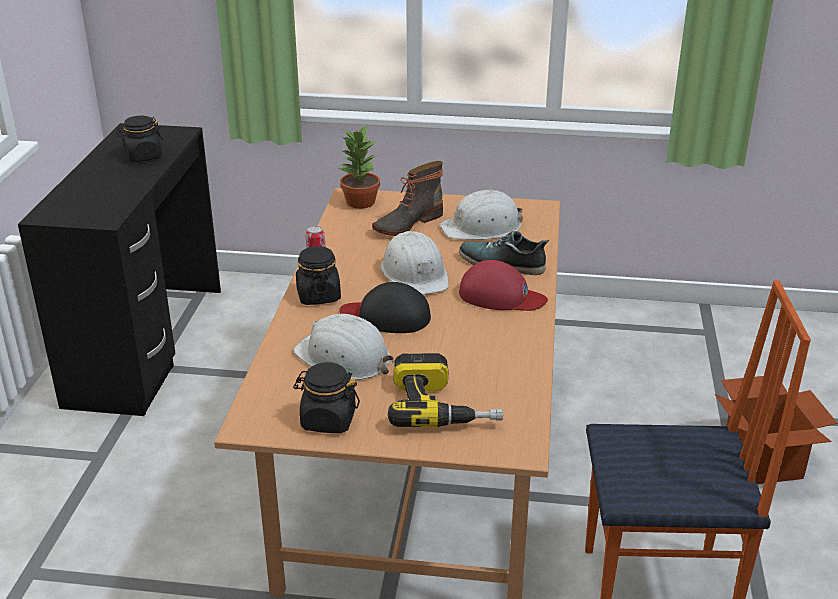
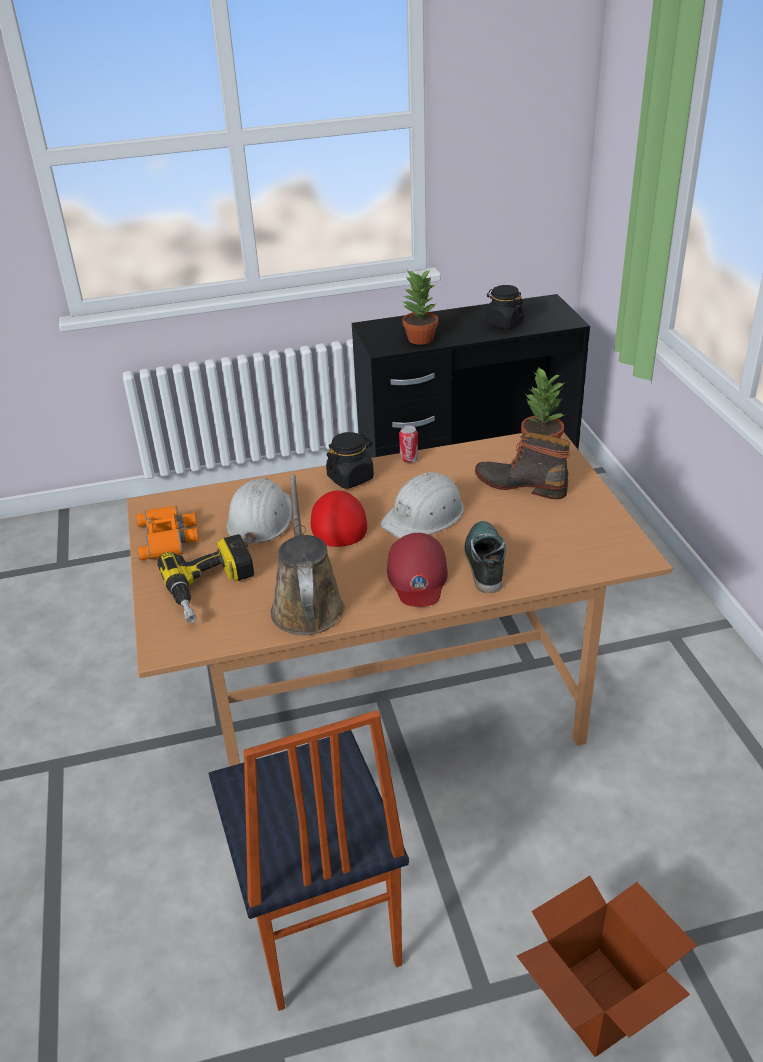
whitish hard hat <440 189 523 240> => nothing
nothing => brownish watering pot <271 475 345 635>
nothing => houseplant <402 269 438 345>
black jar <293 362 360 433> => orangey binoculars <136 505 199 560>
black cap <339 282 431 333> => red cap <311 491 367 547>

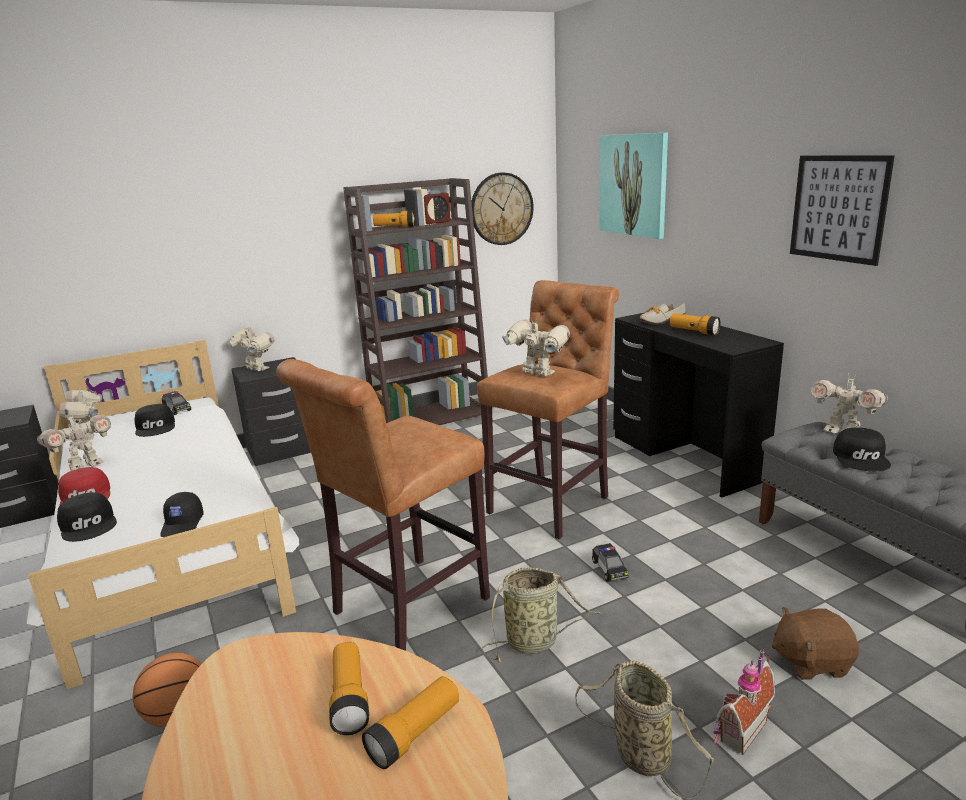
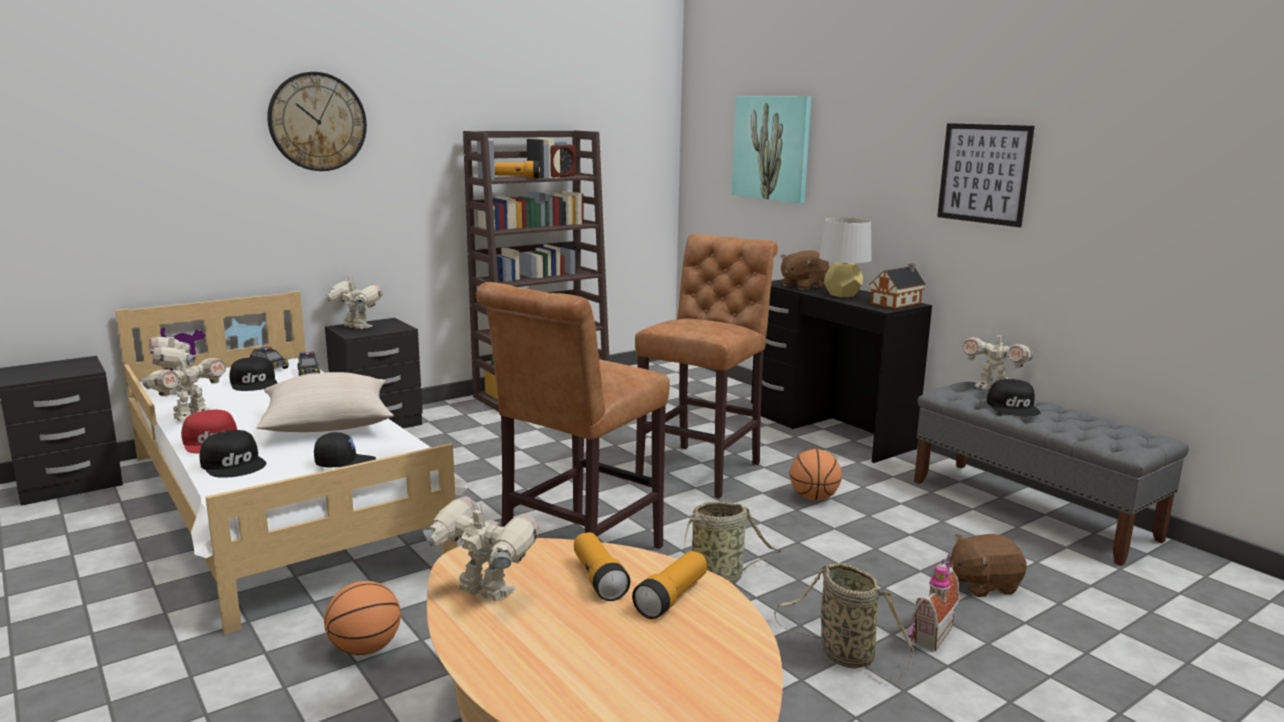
nothing => beige pillow <256 372 394 432>
nothing => basketball <789 449 842 501>
nothing => miniature house <869 264 926 309>
wall clock <472 173 534 245> => wall clock <267 72 367 171>, shifted
robot figure <502 318 570 376> => robot figure <423 496 540 601>, shifted
miniature car <592 543 629 582> => miniature car <298 352 320 376>, shifted
low shoe <639 303 686 324> => brownish soft toy <781 250 829 290>
hand torch <670 313 721 335> => greyish lamp for a table <819 218 871 297>
black cap <160 492 204 537> => black cap <314 432 376 467>, 90 degrees counterclockwise

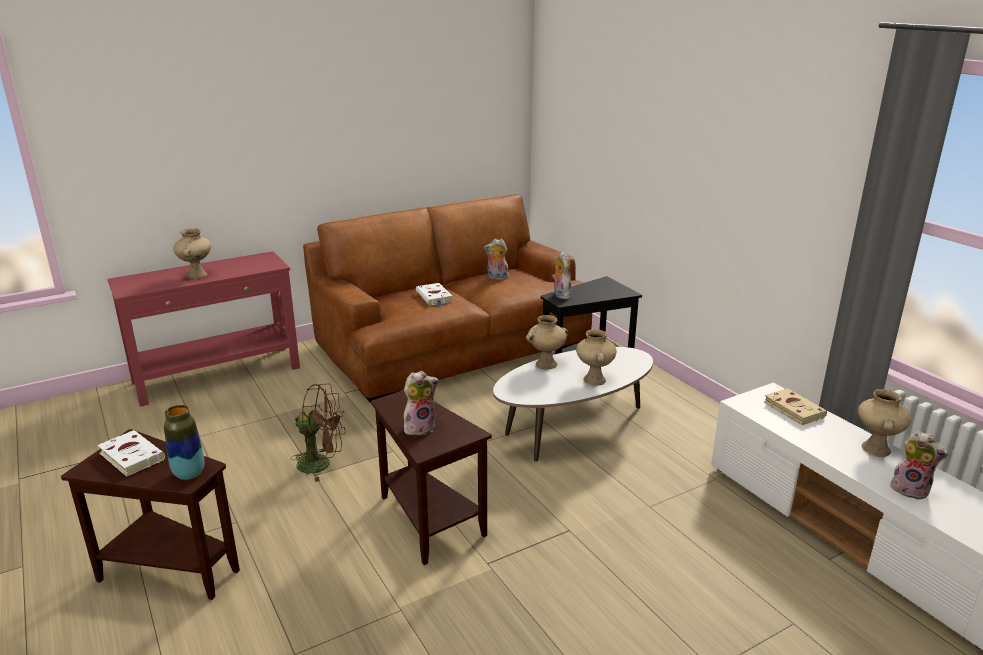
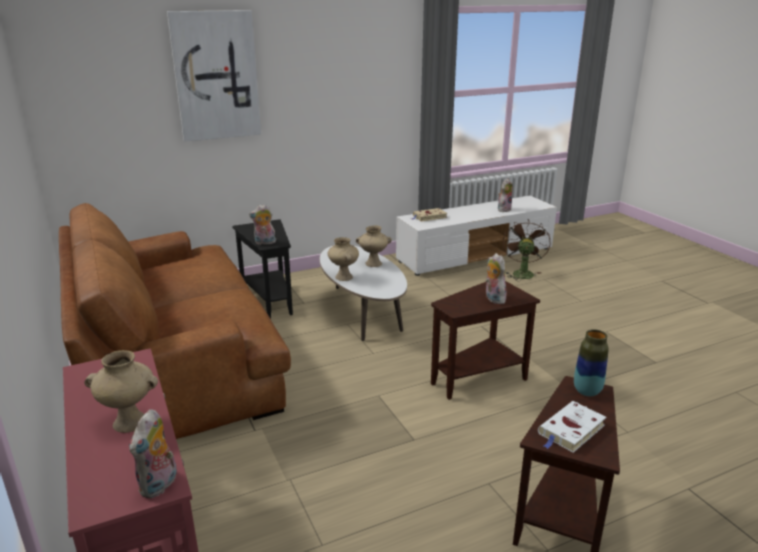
whitish bound book <416 283 453 307> => nothing
beige decorative vase <858 389 911 457> => nothing
nothing => wall art <167 10 261 142>
brownish fan <290 384 345 482> => brownish fan <503 219 550 280>, shifted
soft toy <484 239 509 280> => soft toy <129 409 177 498>, shifted

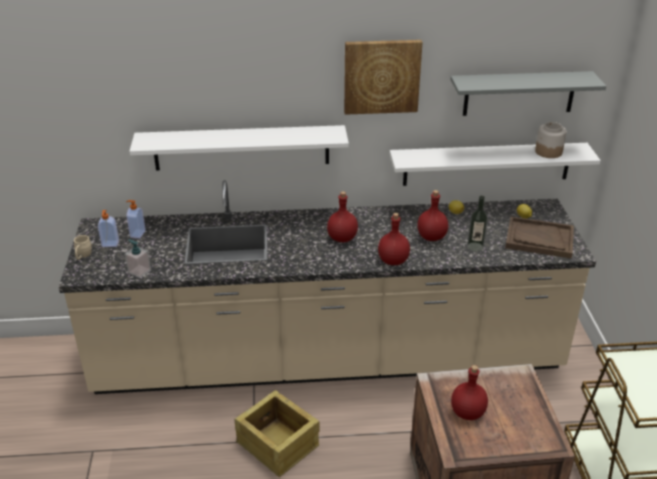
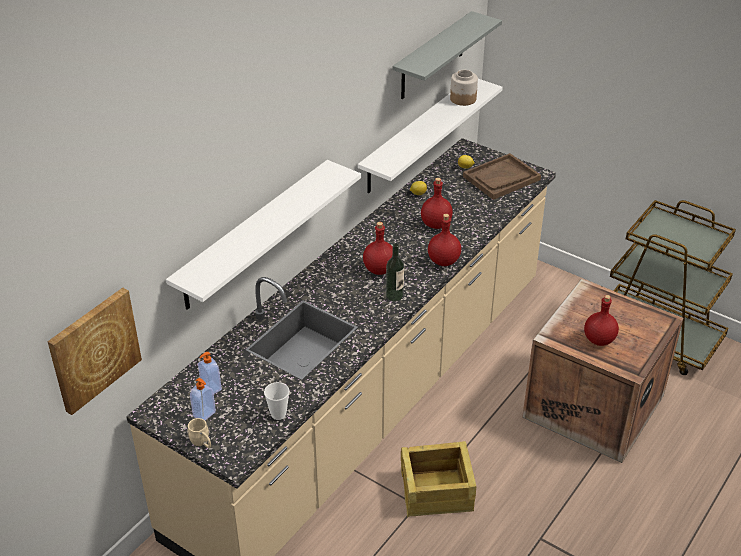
wall art <344 40 423 115> => wall art <48 288 142 415>, shifted
drink bottle <467 196 488 252> => drink bottle <386 243 404 301>, shifted
liquid soap bottle <125 239 151 278> => small cup <264 382 289 420>

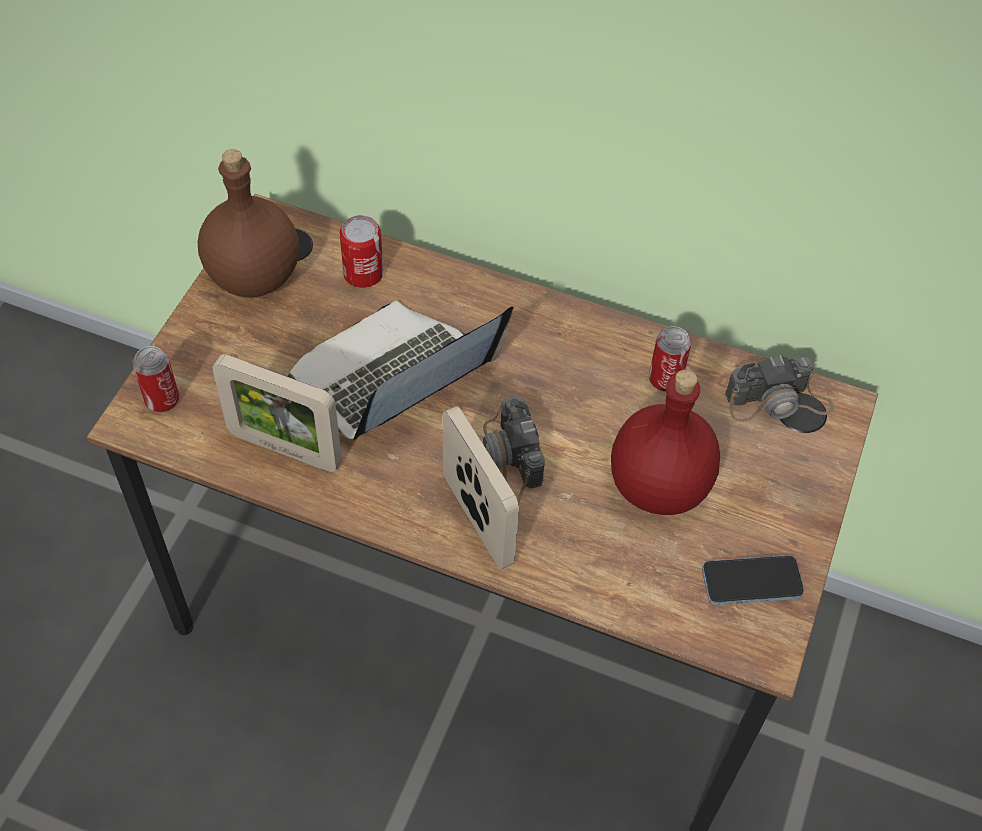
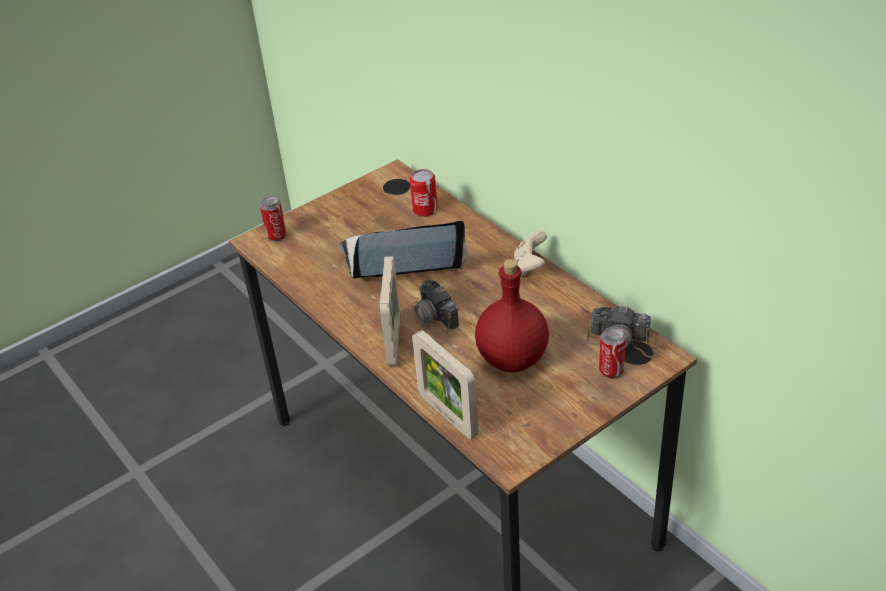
brownish drink bottle <198 149 299 298> => nothing
telephone <702 555 804 605> => nothing
nothing => beige joypad <514 231 547 277>
picture frame <212 354 342 472> => picture frame <412 330 479 439>, shifted
sealed can <649 326 691 392> => sealed can <599 327 626 378>, shifted
photo camera <483 396 545 504> => photo camera <411 279 459 344>, 45 degrees counterclockwise

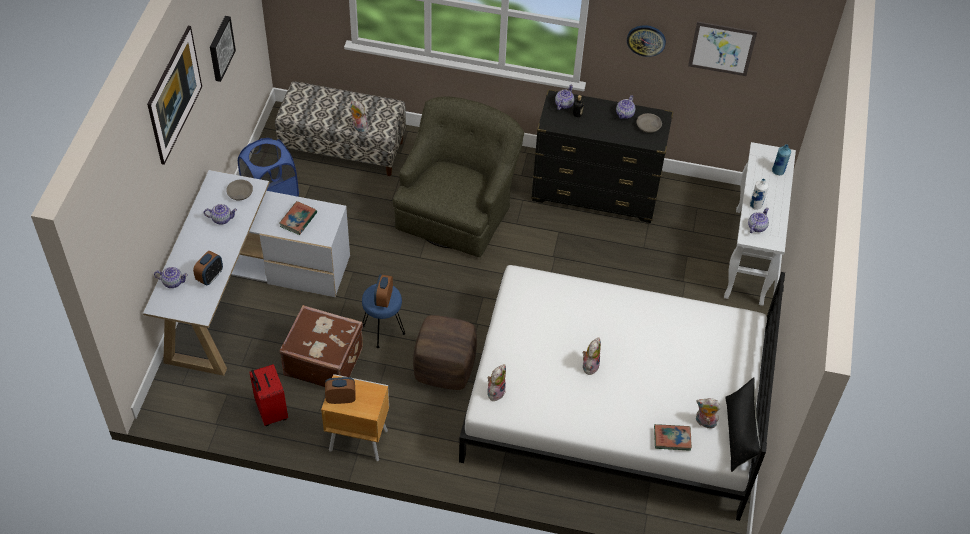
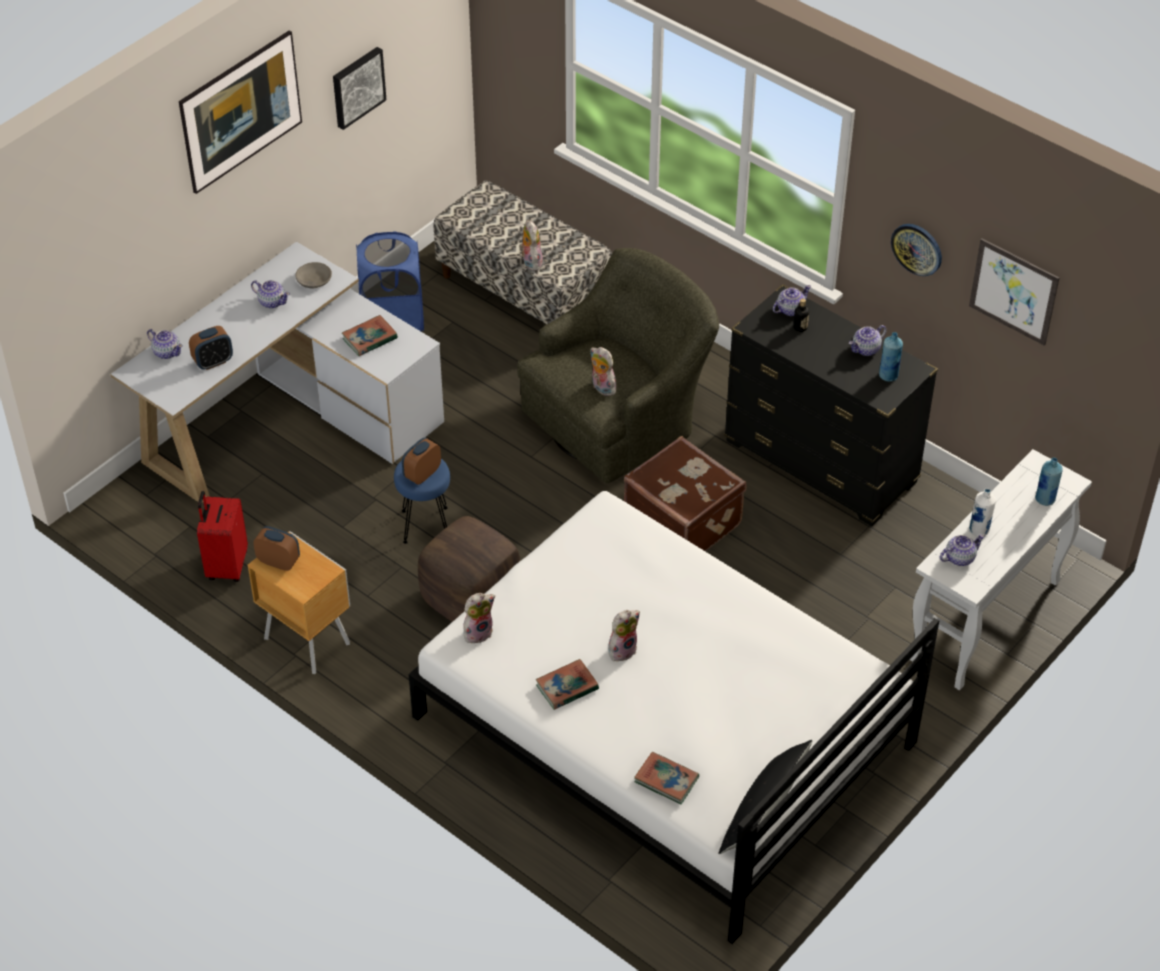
nothing => bound book <536 659 599 710>
brownish travel case <279 305 363 387> => brownish travel case <624 436 746 551>, shifted
soft toy <696 398 721 428> => soft toy <590 347 616 396>, shifted
greyish deep dish <636 113 662 133> => bluish drink bottle <879 332 903 382>

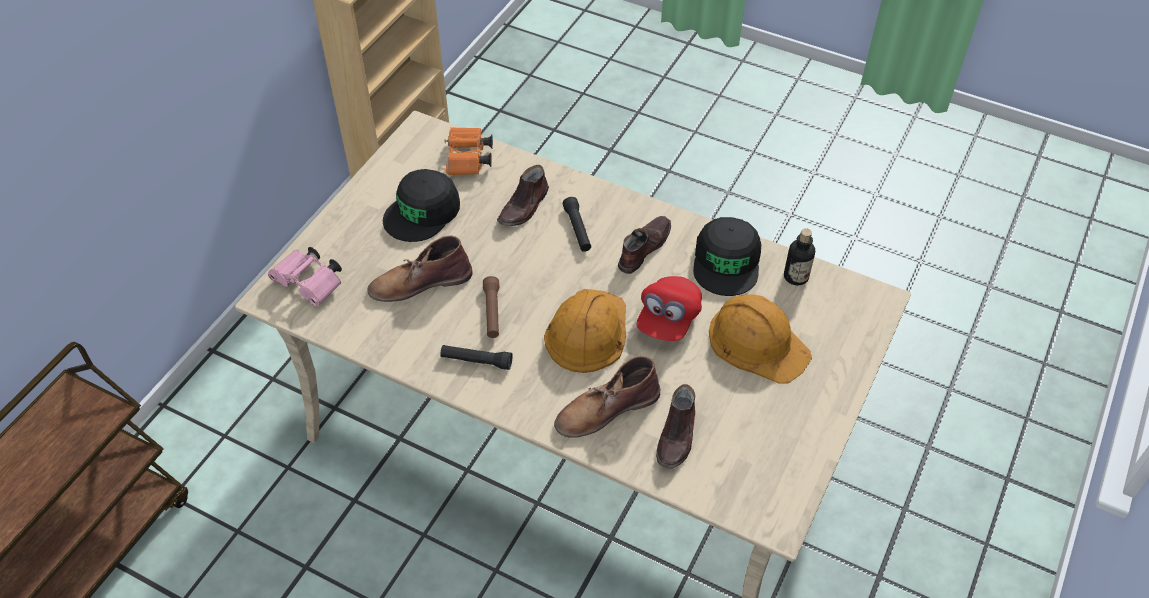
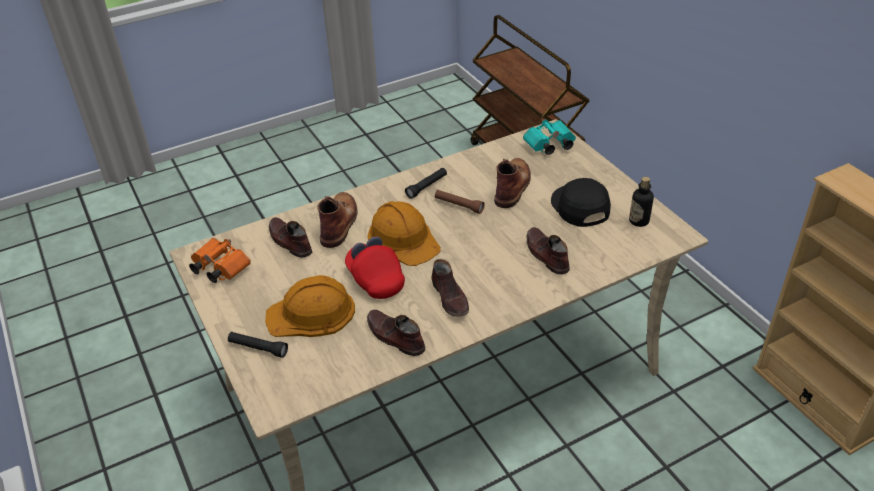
orangey binoculars <445 127 493 175> => orangey binoculars <189 238 251 283>, shifted
black hand torch <563 197 591 252> => black hand torch <228 332 288 358>, shifted
drink bottle <784 228 815 285> => drink bottle <629 177 654 227>, shifted
black cap <693 217 761 296> => brownish low shoe <367 310 425 356>
pink-coloured binoculars <268 247 342 306> => blue-green binoculars <523 119 576 155>

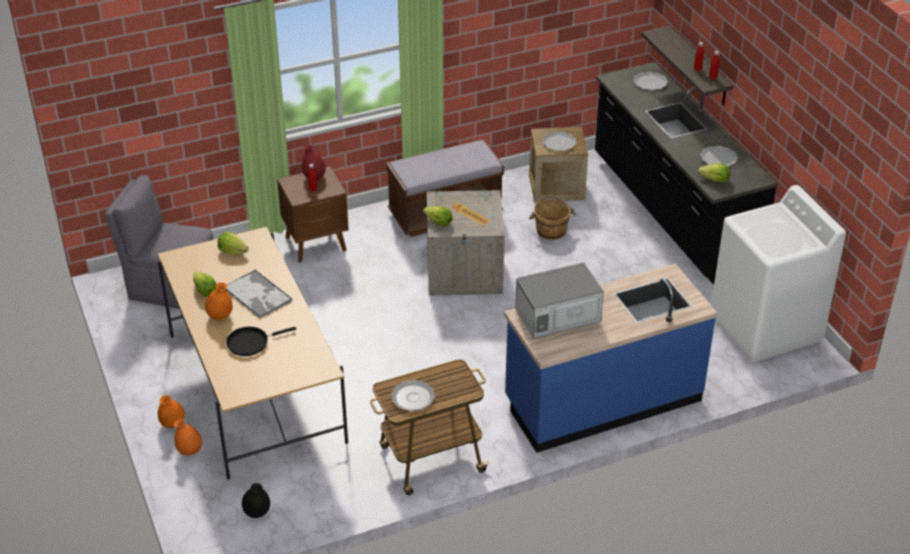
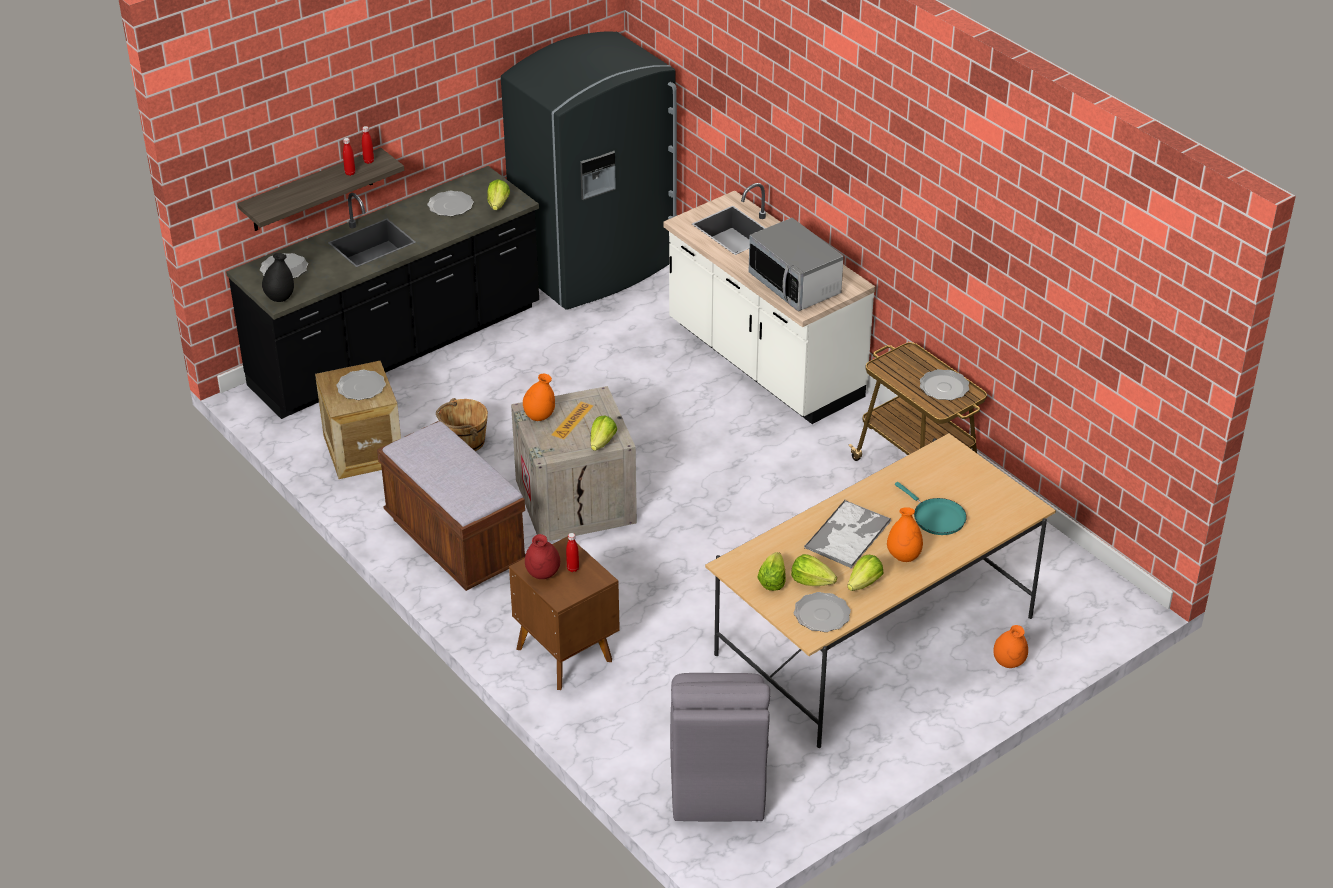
nothing => lettuce head <791 554 837 586>
nothing => dinner plate <794 592 851 632>
orangey decorative vase <158 395 185 428> => orangey decorative vase <523 374 555 421>, shifted
black decorative vase <242 483 270 518> => black decorative vase <262 253 294 302>, shifted
whitish laundry appliance <711 185 846 362> => greyish kitchen fridge <501 32 677 310>
black pan <226 327 296 356> => blue-green pan <895 482 967 535>
bluish counter <504 263 717 453> => whitish counter <663 183 876 424>

